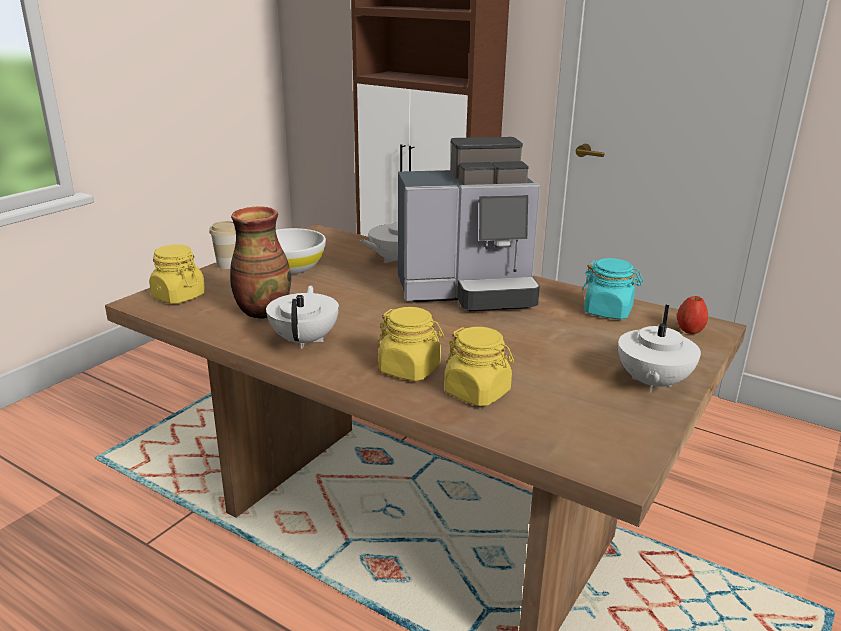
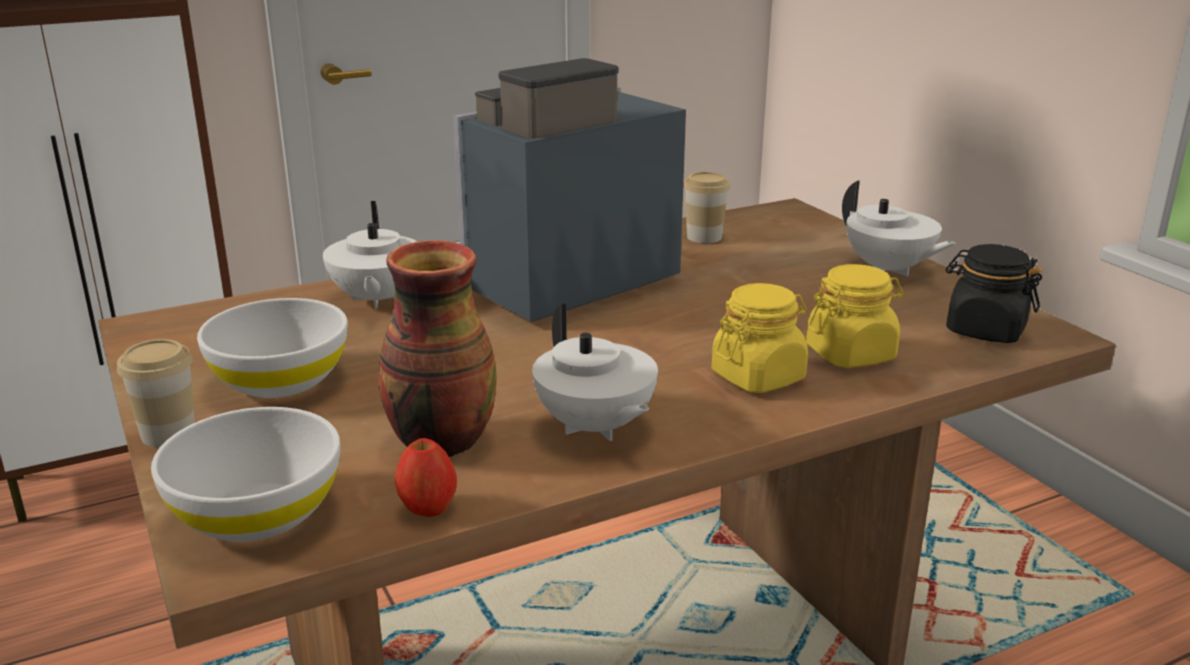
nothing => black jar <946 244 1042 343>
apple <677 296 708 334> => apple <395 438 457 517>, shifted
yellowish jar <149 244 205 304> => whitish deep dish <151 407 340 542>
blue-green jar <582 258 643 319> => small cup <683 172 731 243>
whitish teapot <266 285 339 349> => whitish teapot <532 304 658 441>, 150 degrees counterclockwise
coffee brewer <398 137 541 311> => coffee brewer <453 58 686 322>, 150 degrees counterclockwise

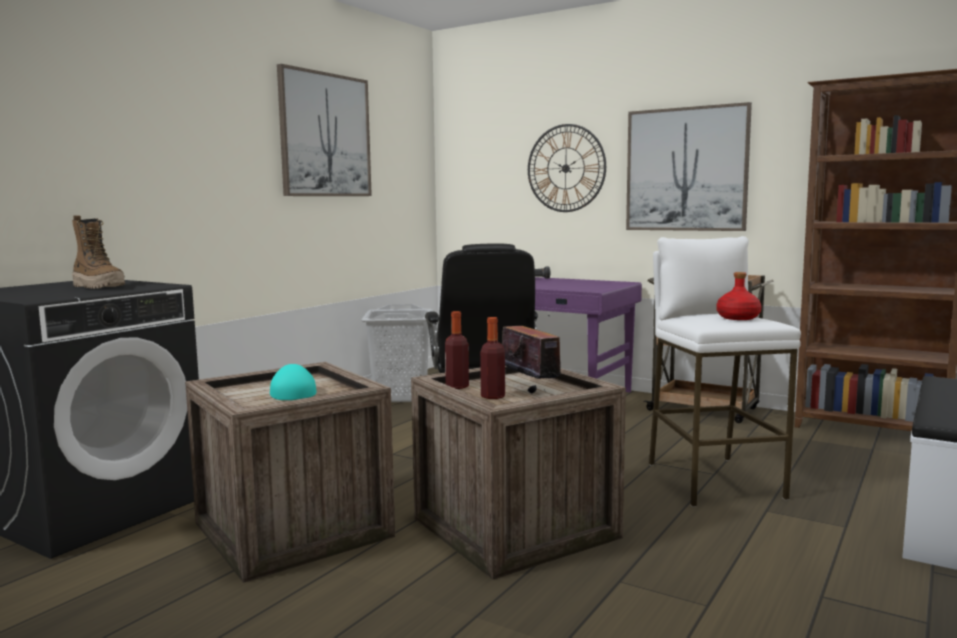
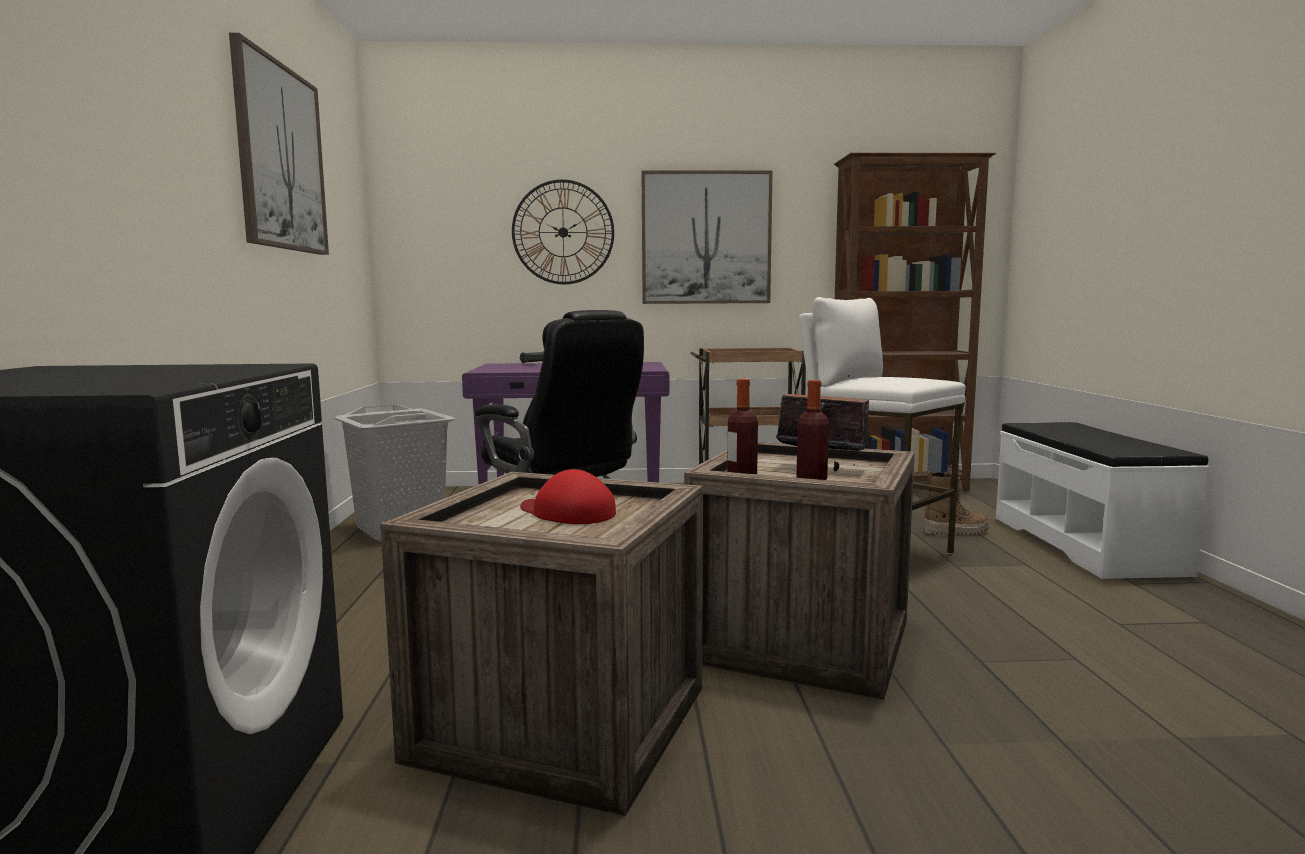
red drink bottle <717 272 761 320> => nothing
boot <72 215 125 289> => boot <924 471 989 535>, shifted
blue-green cap <270 364 317 400> => red cap <520 469 616 524>

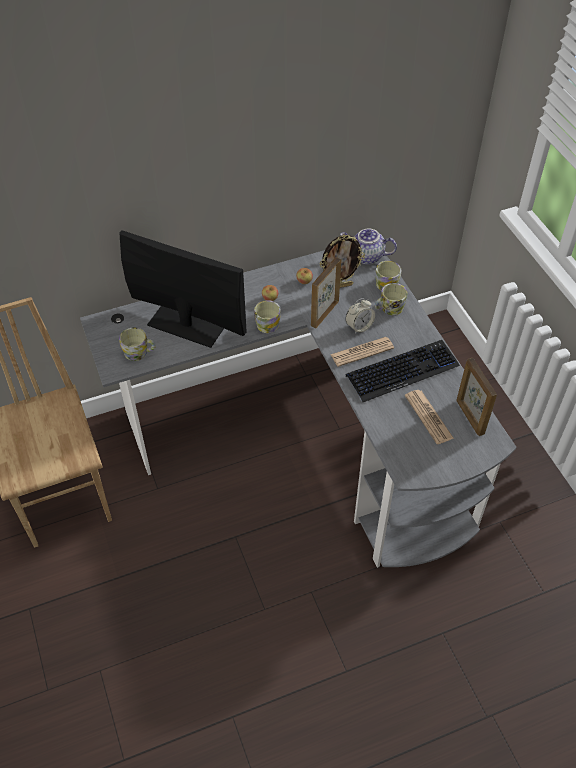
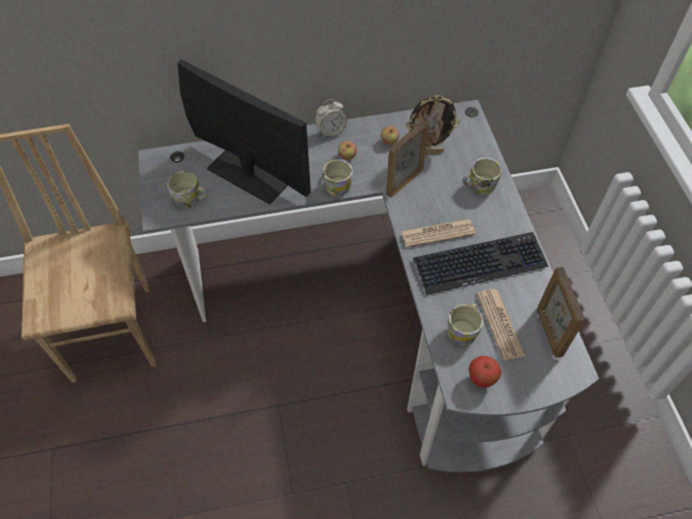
teapot <340 229 397 264> => nothing
nothing => apple <469 356 501 388>
alarm clock <345 298 375 334> => alarm clock <315 99 347 138>, shifted
mug <375 261 401 291> => mug <448 304 484 345>, shifted

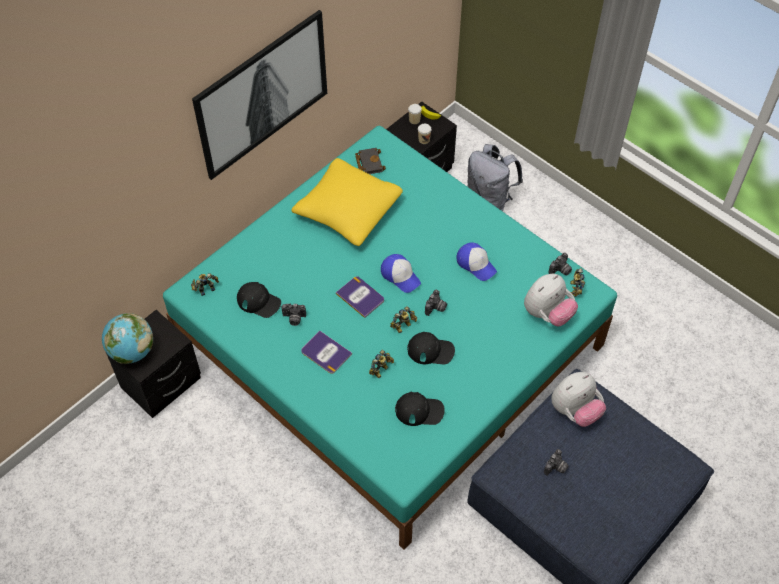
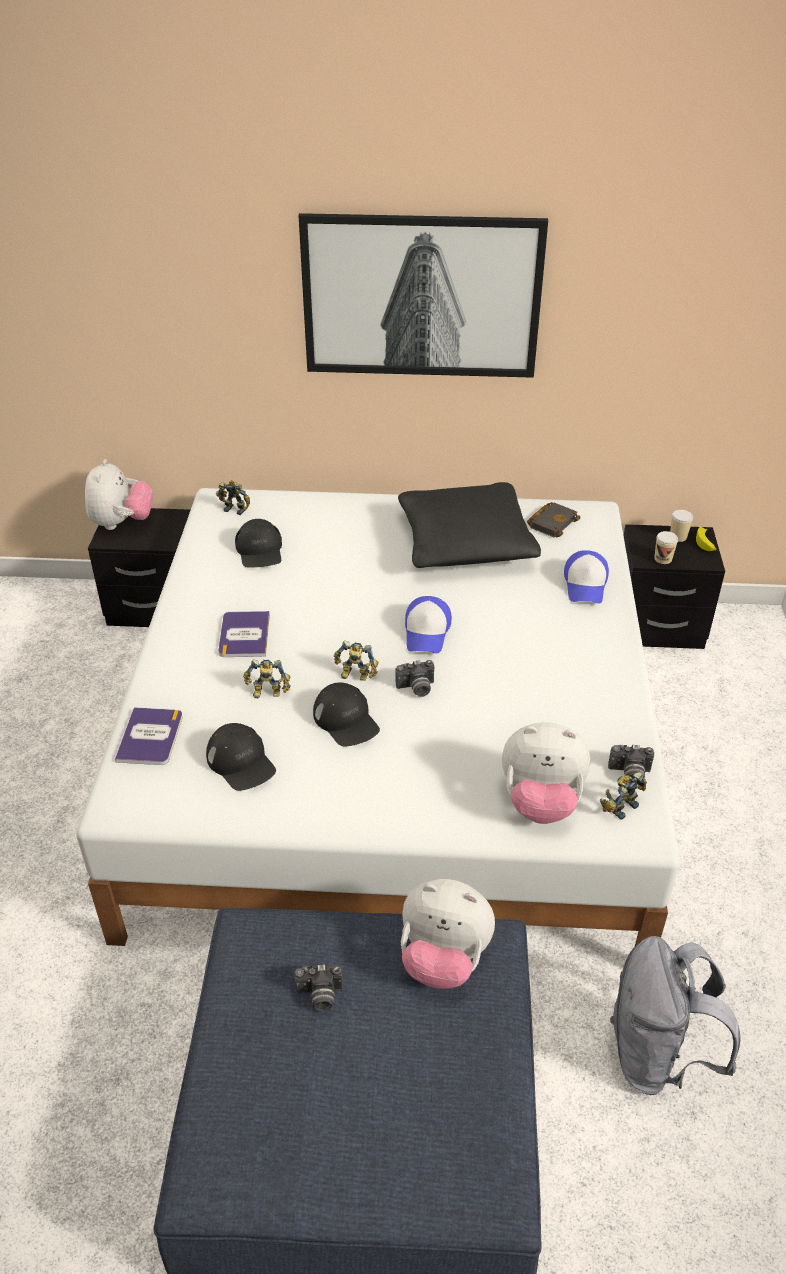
photo camera <281 304 306 326> => nothing
bound book <336 276 384 318> => bound book <115 707 183 765>, shifted
cap <456 243 497 281> => cap <564 550 609 604>, shifted
greyish rucksack <467 144 523 211> => greyish rucksack <610 936 741 1095>, shifted
globe <102 313 153 364> => soft toy <85 459 153 530>
blue-green bed <163 126 617 550> => whitish bed <76 488 680 946>
yellowish pillow <291 158 403 246> => black pillow <398 482 541 568>

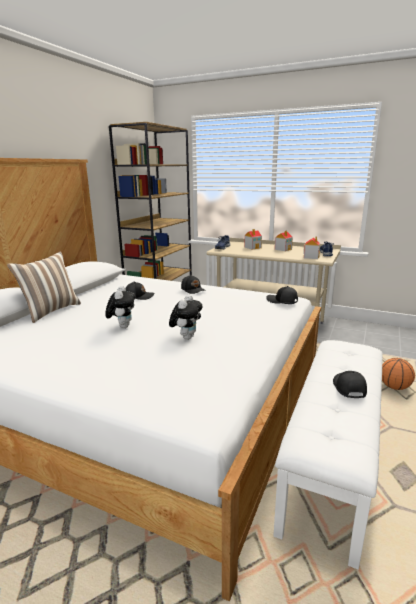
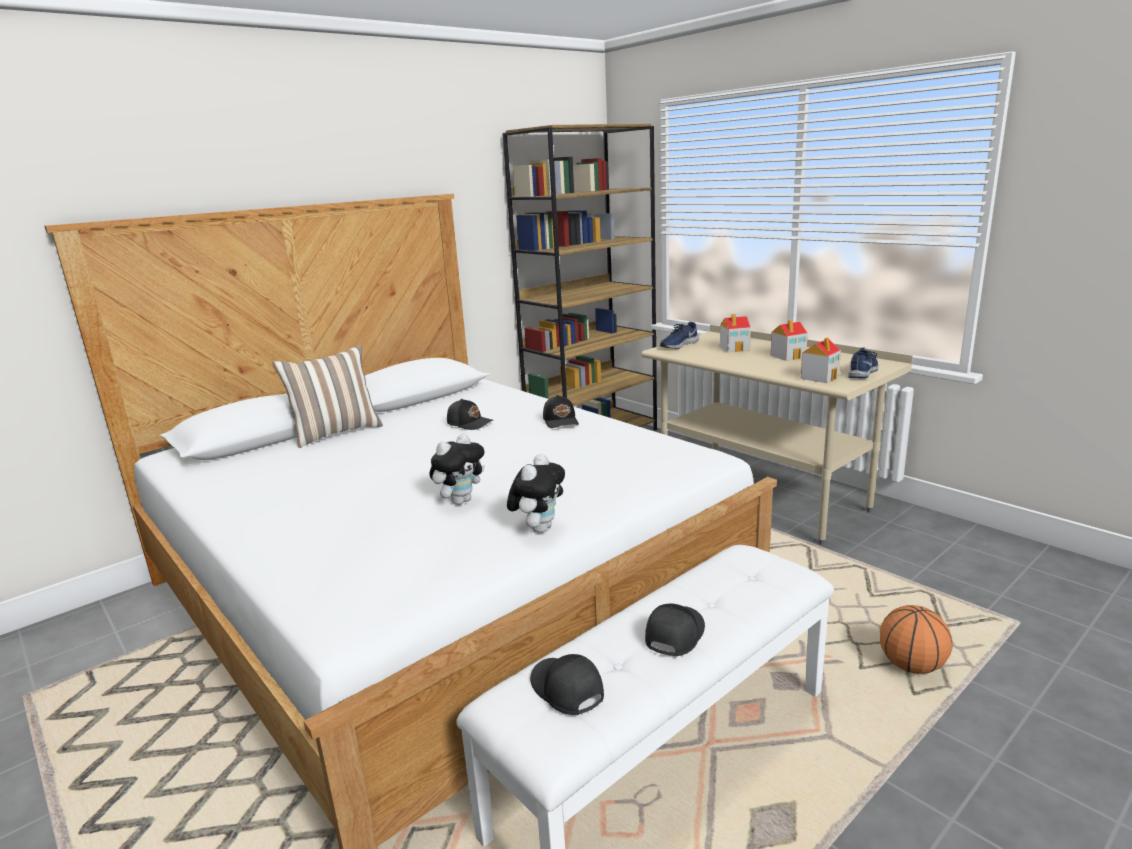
soft toy <105 286 136 328> => soft toy <507 454 565 533>, shifted
black cap <266 286 298 304> => black cap <530 654 604 715>, shifted

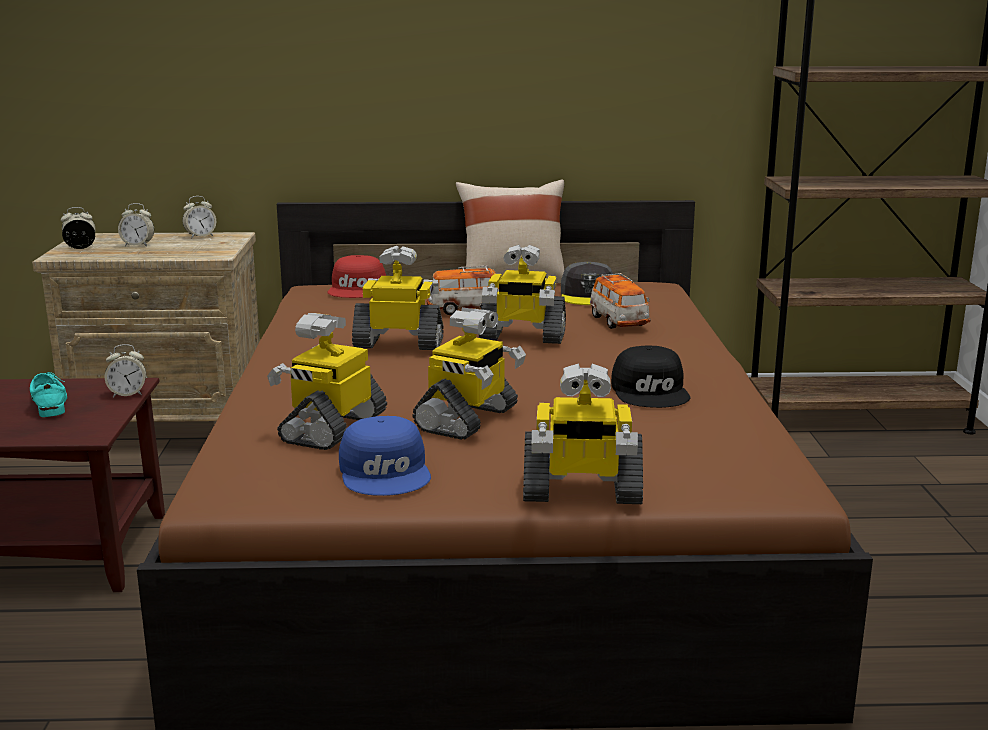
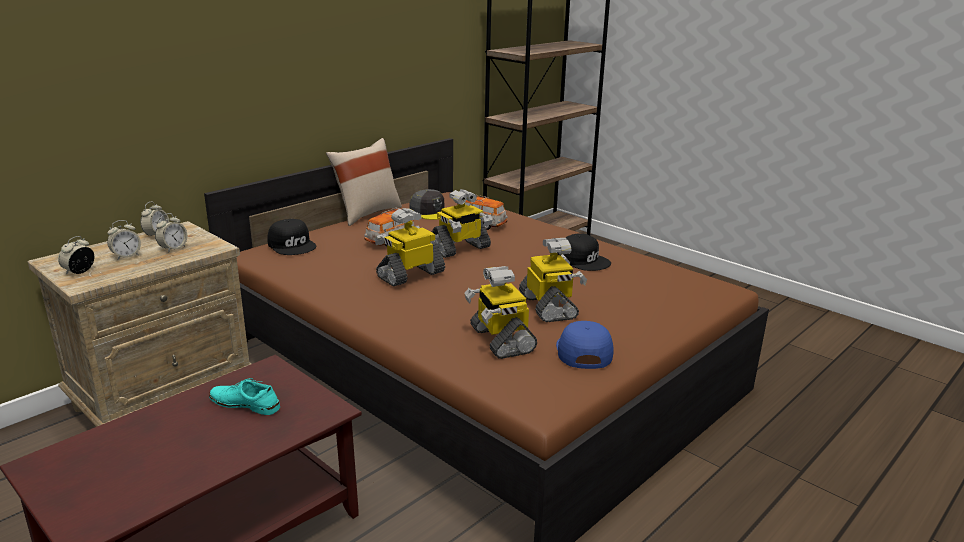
robot figure <523 363 643 504> => nothing
alarm clock <105 344 146 398> => alarm clock <155 213 187 252>, shifted
red cap <327 255 386 298> => black cap <267 219 316 255>
bluish cap <339 416 431 496> => bluish cap <556 321 614 369>, 120 degrees counterclockwise

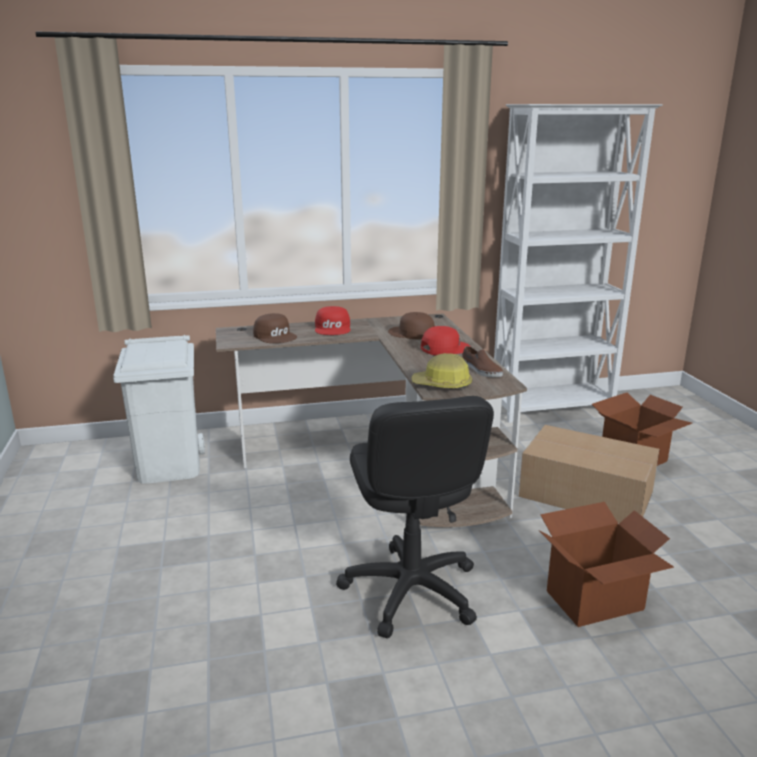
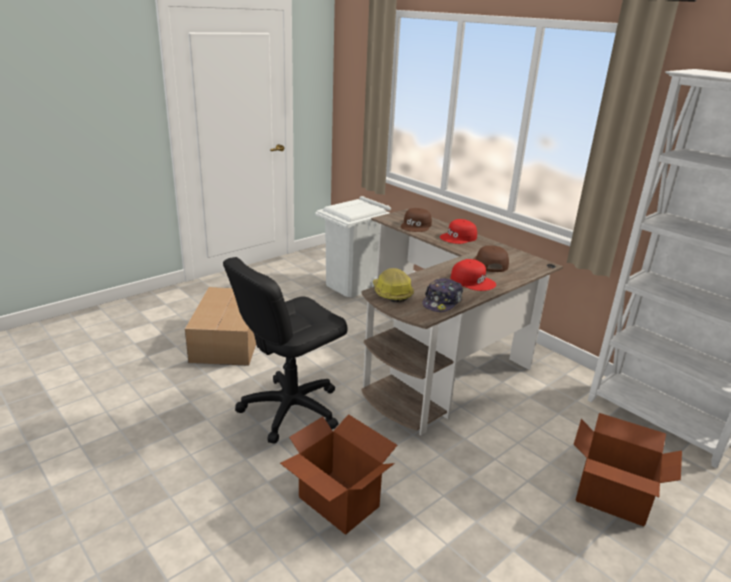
packing box <519 425 660 523> => packing box <185 287 256 366>, shifted
brownish low shoe <462 346 503 377> => cap <422 278 463 312>

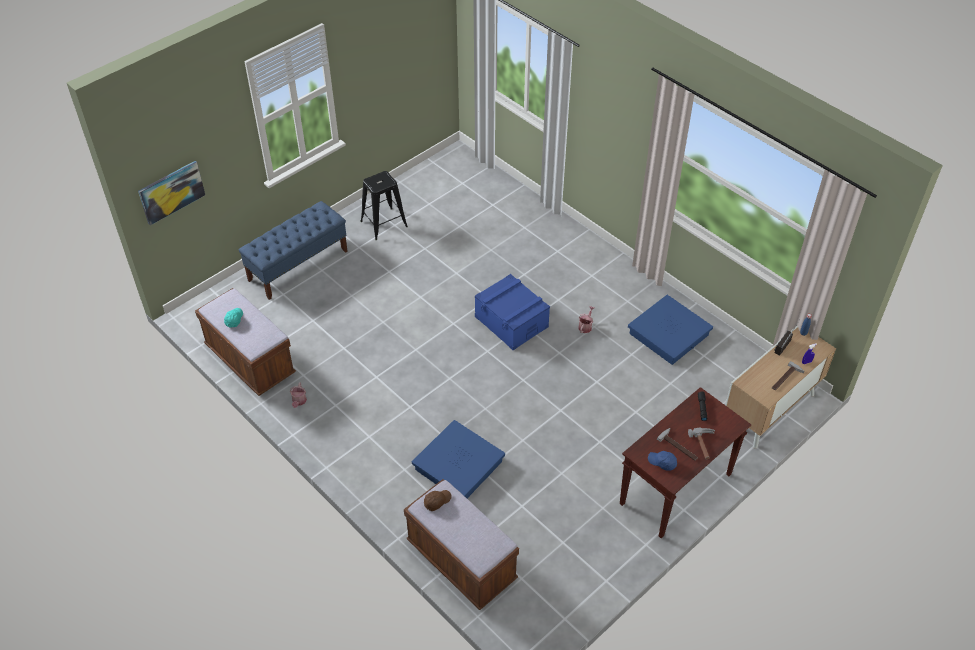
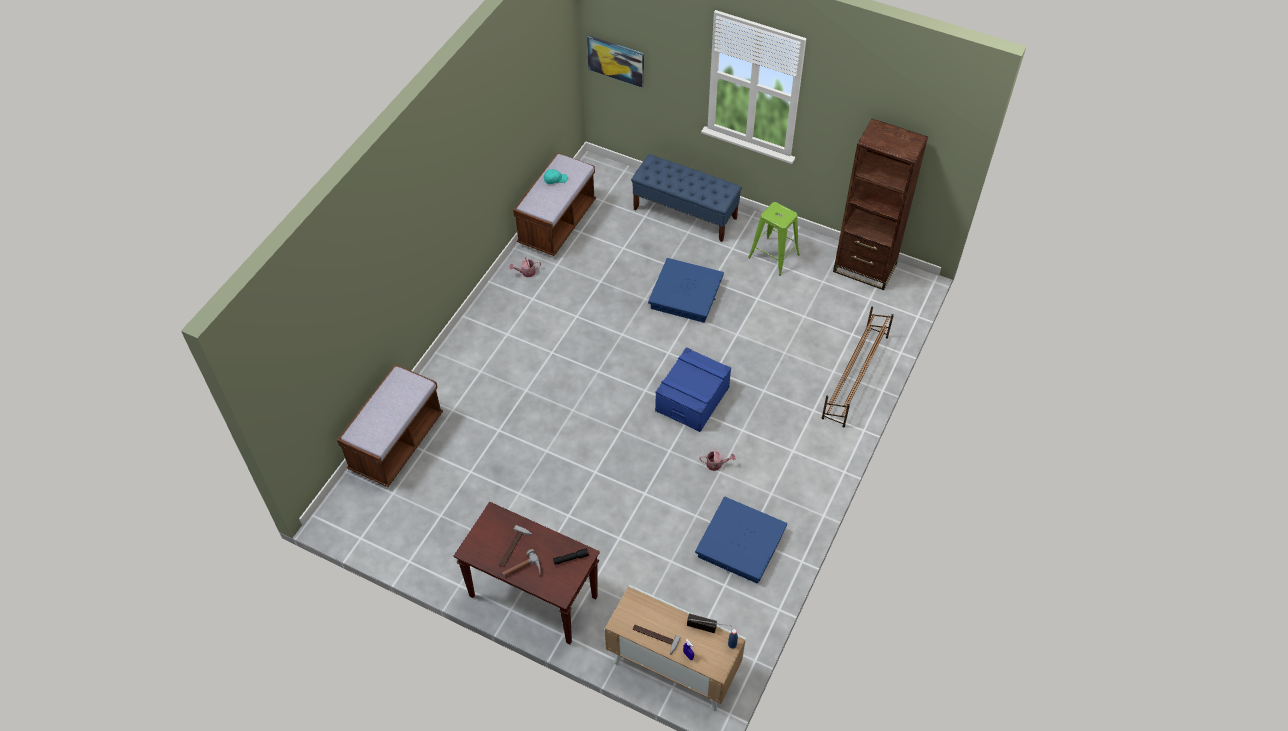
brownish cap <424 490 452 511> => nothing
bluish cap <648 451 677 471> => nothing
nothing => brownish shoe rack <822 307 894 428>
nothing => brownish bookshelf <833 119 928 290>
bluish storage container <412 420 505 498> => bluish storage container <648 258 724 323>, shifted
black sitting stool <360 171 408 240> => green-coloured sitting stool <748 202 800 275>

